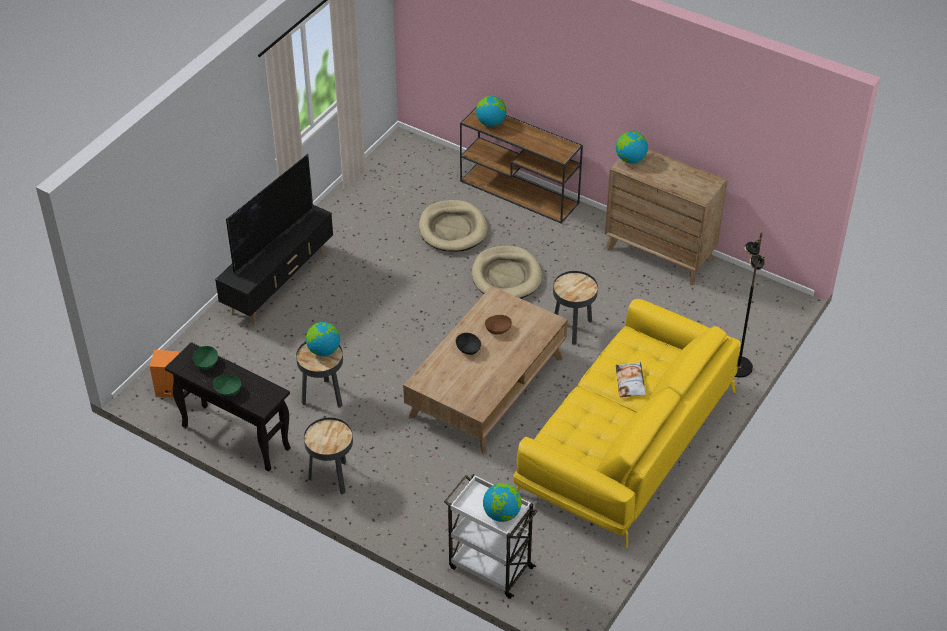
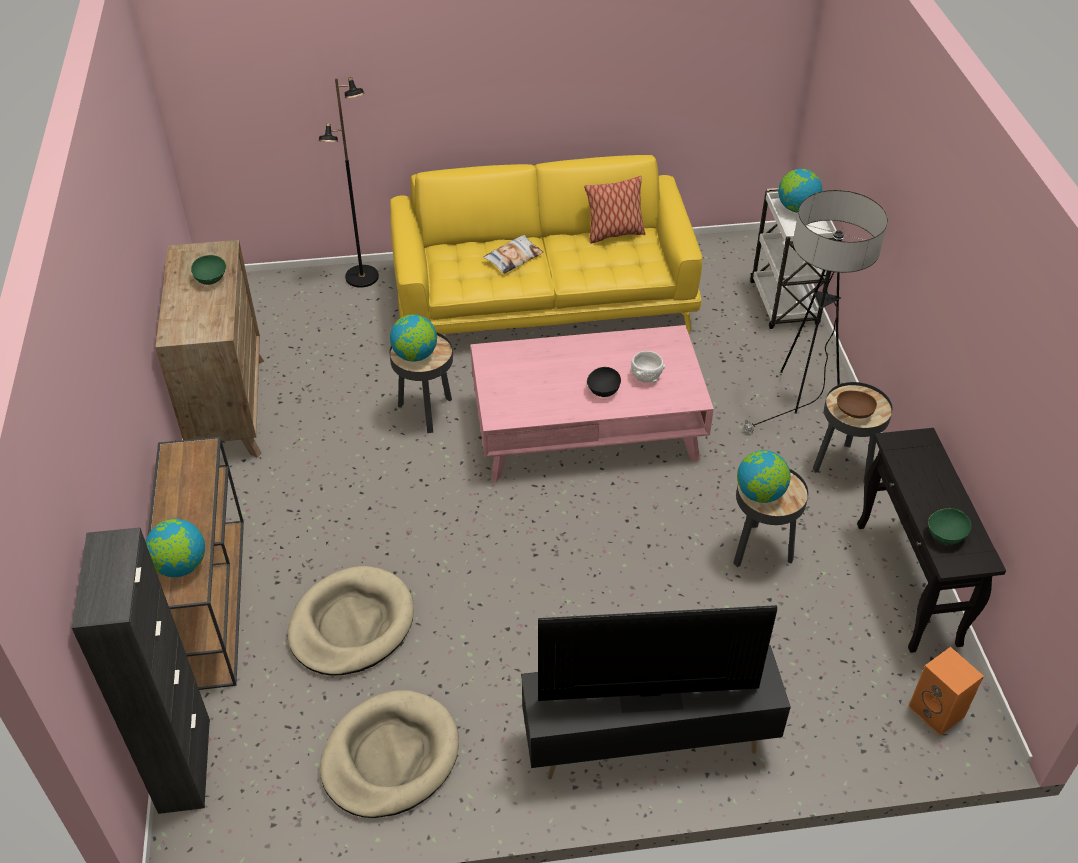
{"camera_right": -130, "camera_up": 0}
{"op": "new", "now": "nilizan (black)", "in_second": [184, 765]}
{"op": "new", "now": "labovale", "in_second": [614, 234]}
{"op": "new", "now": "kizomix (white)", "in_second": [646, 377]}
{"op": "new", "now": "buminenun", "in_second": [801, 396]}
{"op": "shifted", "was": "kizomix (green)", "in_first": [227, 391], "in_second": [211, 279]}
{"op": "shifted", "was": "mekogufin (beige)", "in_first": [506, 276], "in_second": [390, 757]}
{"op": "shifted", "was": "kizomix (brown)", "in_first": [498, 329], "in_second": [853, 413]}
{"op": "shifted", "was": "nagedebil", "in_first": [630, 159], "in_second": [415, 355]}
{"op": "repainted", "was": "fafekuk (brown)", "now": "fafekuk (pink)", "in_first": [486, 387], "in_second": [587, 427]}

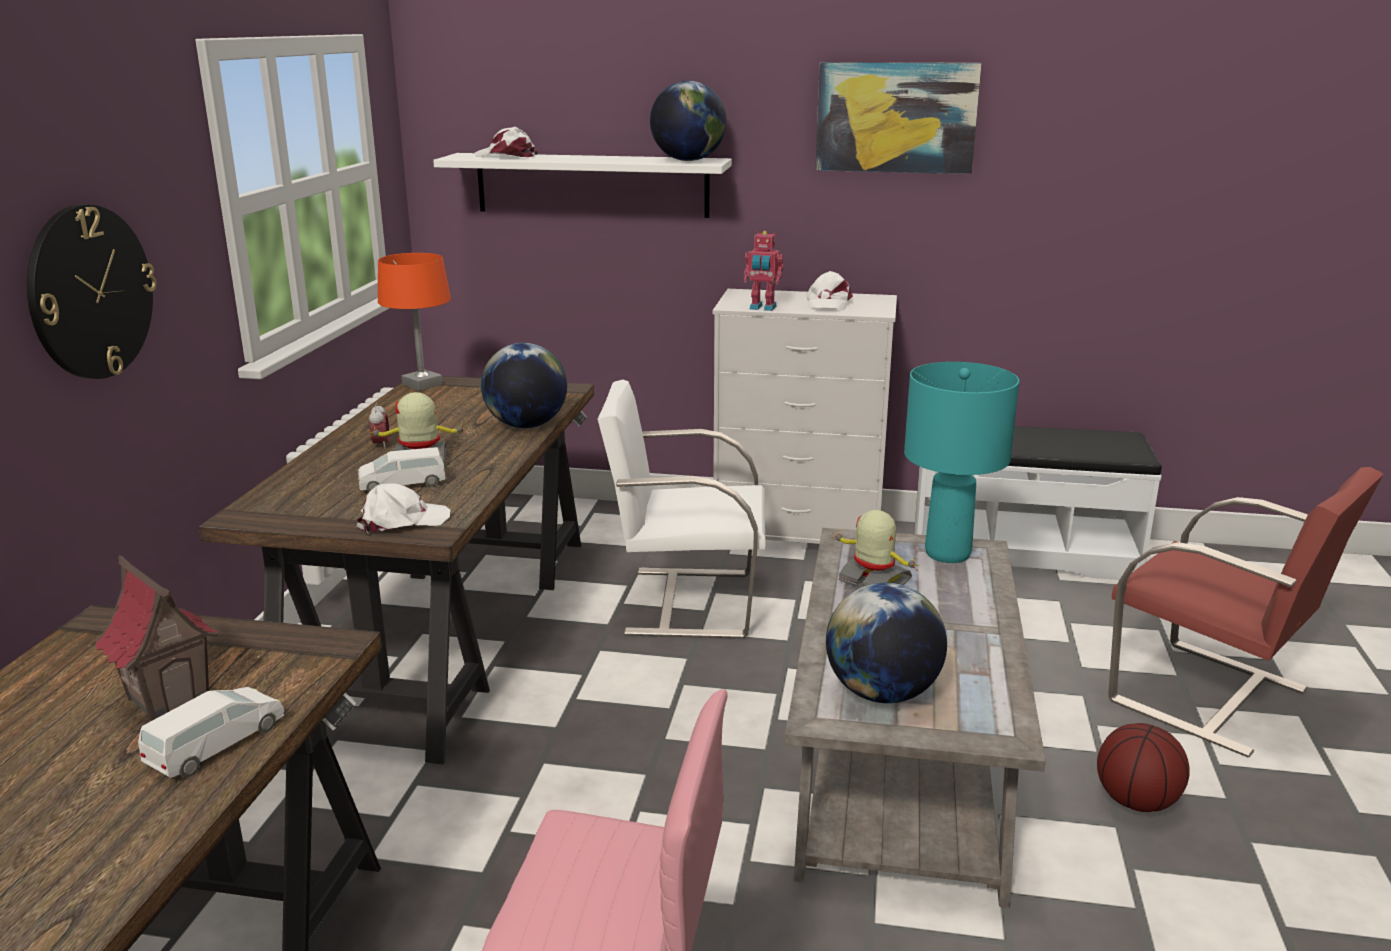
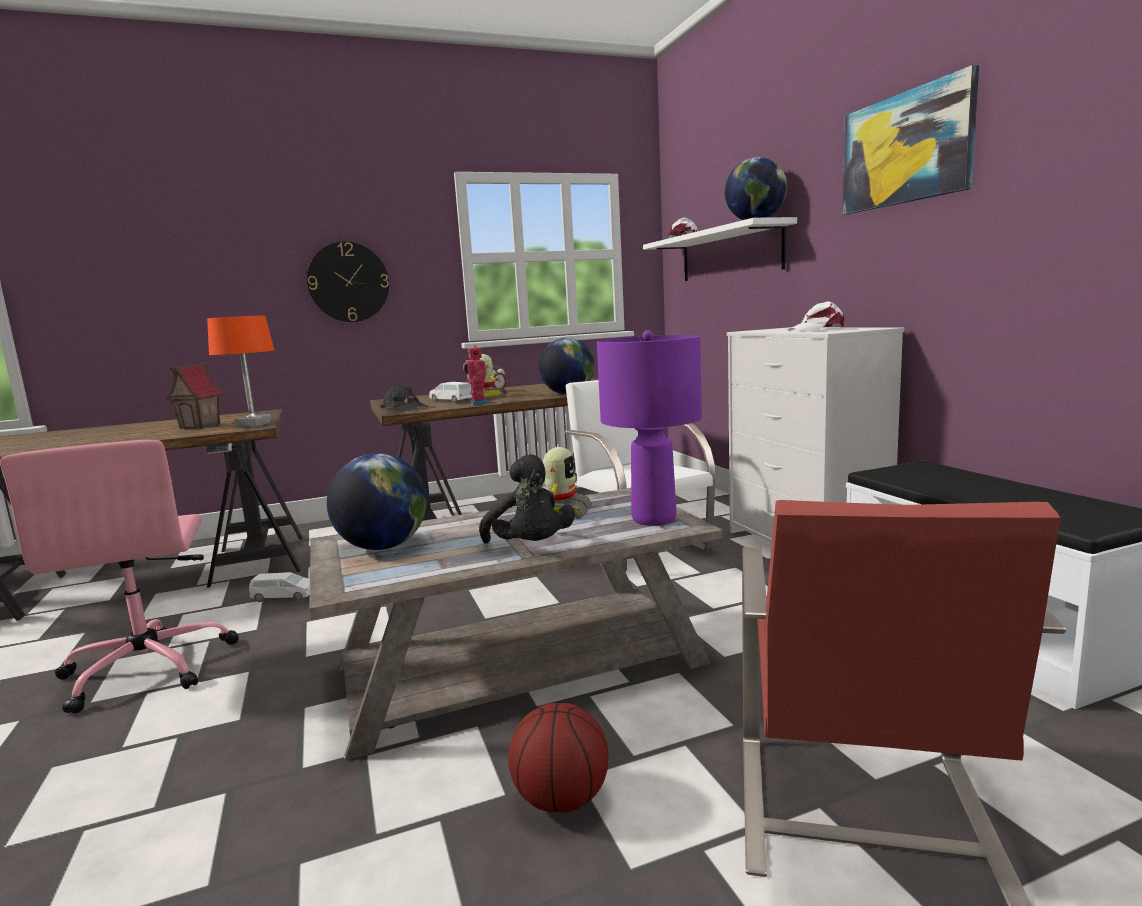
{"camera_right": 60, "camera_up": -10}
{"op": "new", "now": "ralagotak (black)", "in_second": [530, 547]}
{"op": "shifted", "was": "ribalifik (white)", "in_first": [216, 745], "in_second": [283, 596]}
{"op": "shifted", "was": "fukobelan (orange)", "in_first": [422, 384], "in_second": [254, 424]}
{"op": "shifted", "was": "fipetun", "in_first": [762, 308], "in_second": [477, 403]}
{"op": "repainted", "was": "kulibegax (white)", "now": "kulibegax (black)", "in_first": [402, 521], "in_second": [404, 408]}
{"op": "repainted", "was": "fukobelan (turquoise)", "now": "fukobelan (purple)", "in_first": [948, 554], "in_second": [654, 519]}

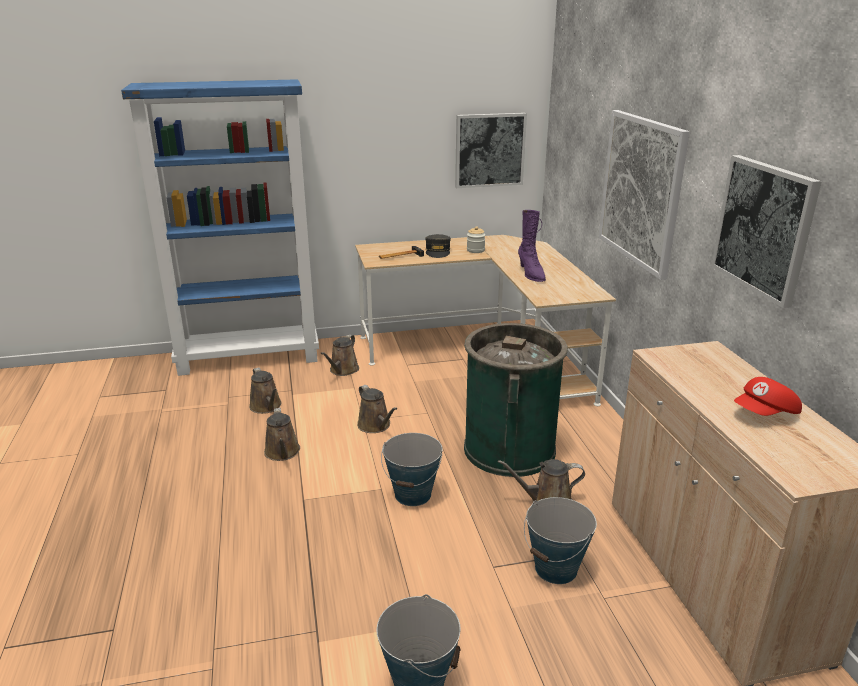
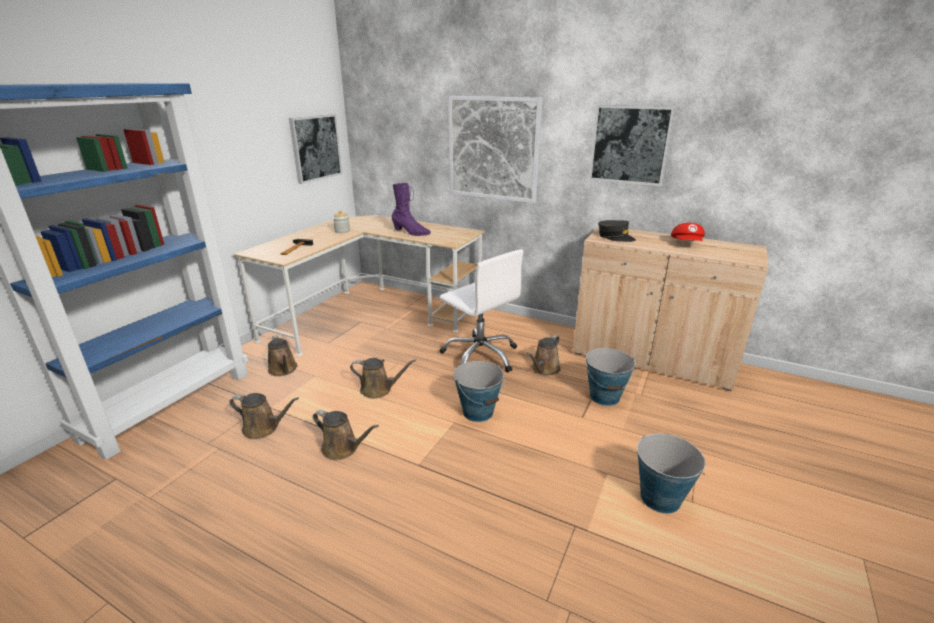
{"camera_right": -50, "camera_up": 0}
{"op": "shifted", "was": "kulibegax (grey)", "in_first": [438, 252], "in_second": [615, 237]}
{"op": "swapped", "was": "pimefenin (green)", "now": "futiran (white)", "in_first": [509, 449], "in_second": [480, 356]}

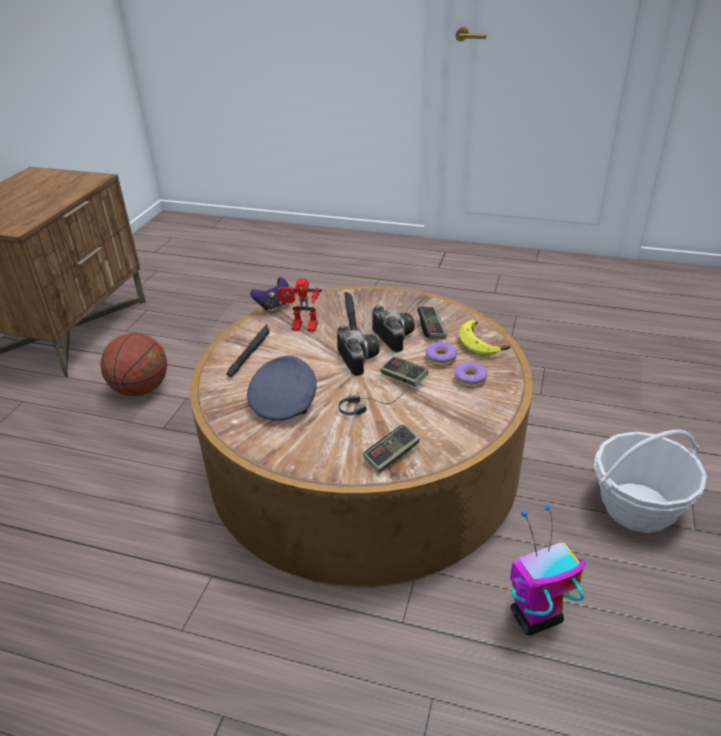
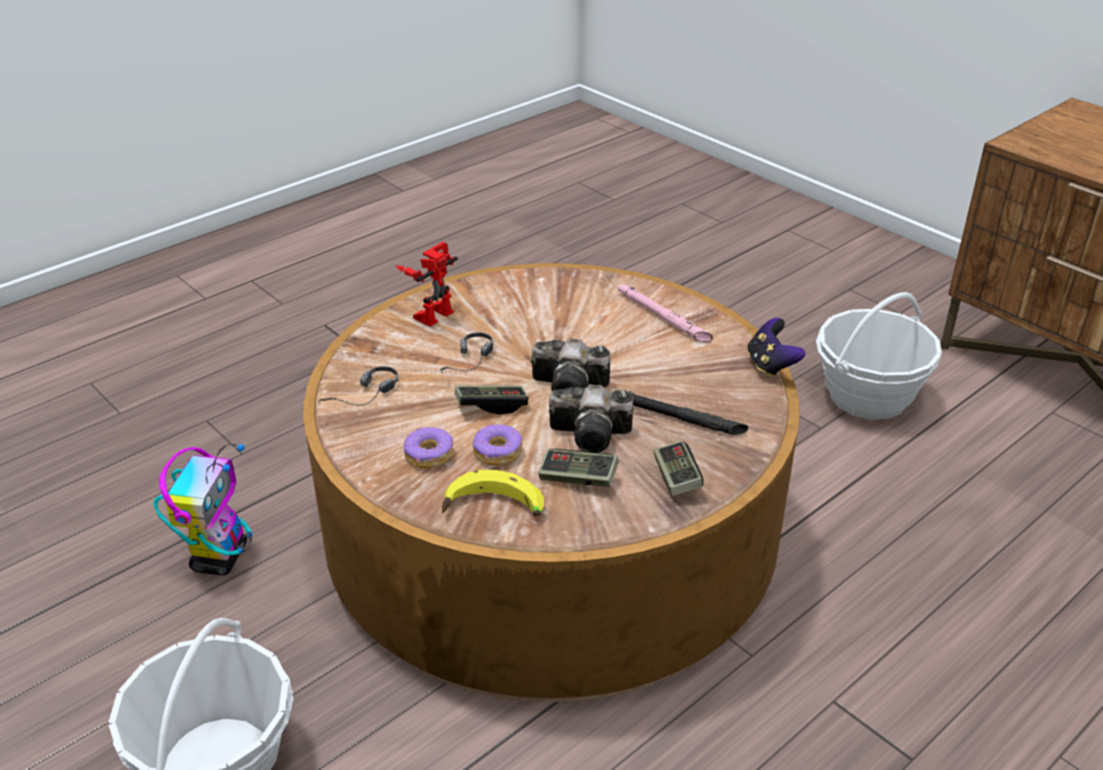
{"camera_right": 120, "camera_up": 0}
{"op": "gone", "was": "kulibegax (grey)", "in_first": [284, 401]}
{"op": "new", "now": "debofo", "in_second": [363, 400]}
{"op": "shifted", "was": "fipetun", "in_first": [302, 328], "in_second": [431, 312]}
{"op": "shifted", "was": "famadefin", "in_first": [391, 455], "in_second": [676, 478]}
{"op": "swapped", "was": "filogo", "now": "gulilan", "in_first": [141, 389], "in_second": [868, 396]}
{"op": "repainted", "was": "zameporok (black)", "now": "zameporok (pink)", "in_first": [250, 353], "in_second": [663, 317]}

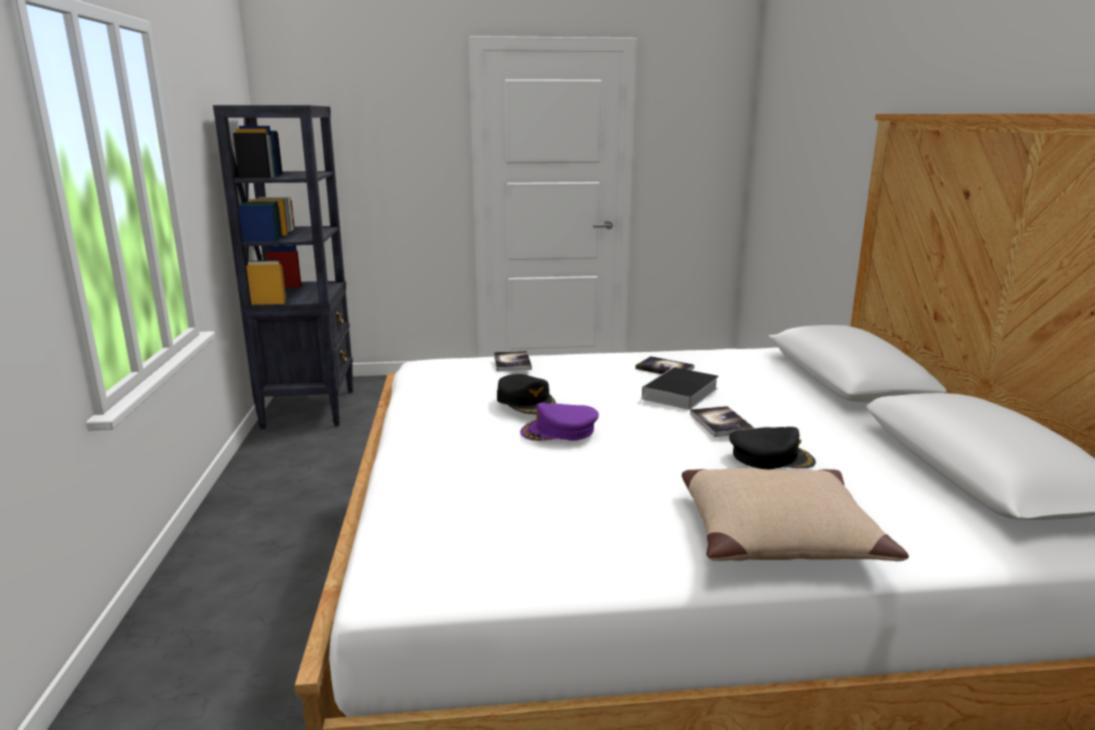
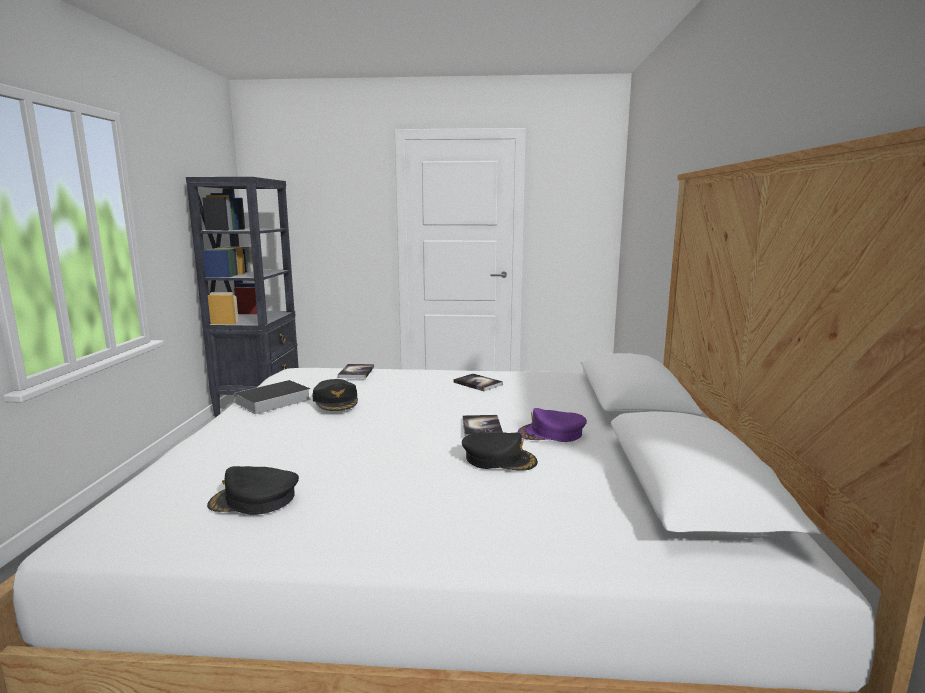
{"camera_right": 10, "camera_up": -5}
{"op": "gone", "was": "labovale (beige)", "in_first": [778, 534]}
{"op": "new", "now": "kulibegax (black)", "in_second": [254, 500]}
{"op": "shifted", "was": "kulibegax (purple)", "in_first": [559, 431], "in_second": [551, 433]}
{"op": "shifted", "was": "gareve", "in_first": [680, 394], "in_second": [271, 402]}

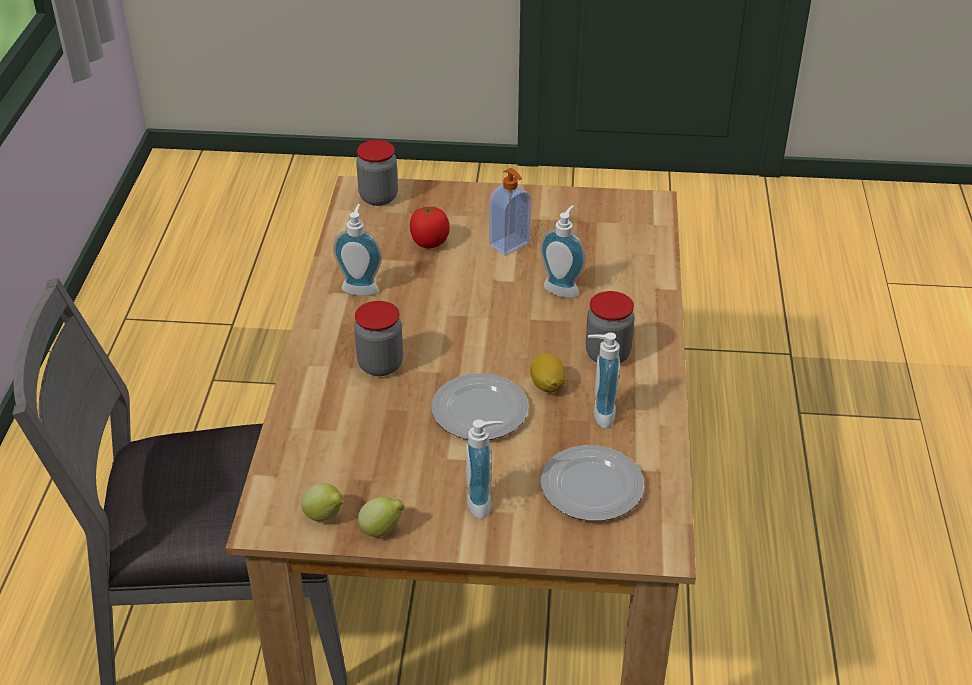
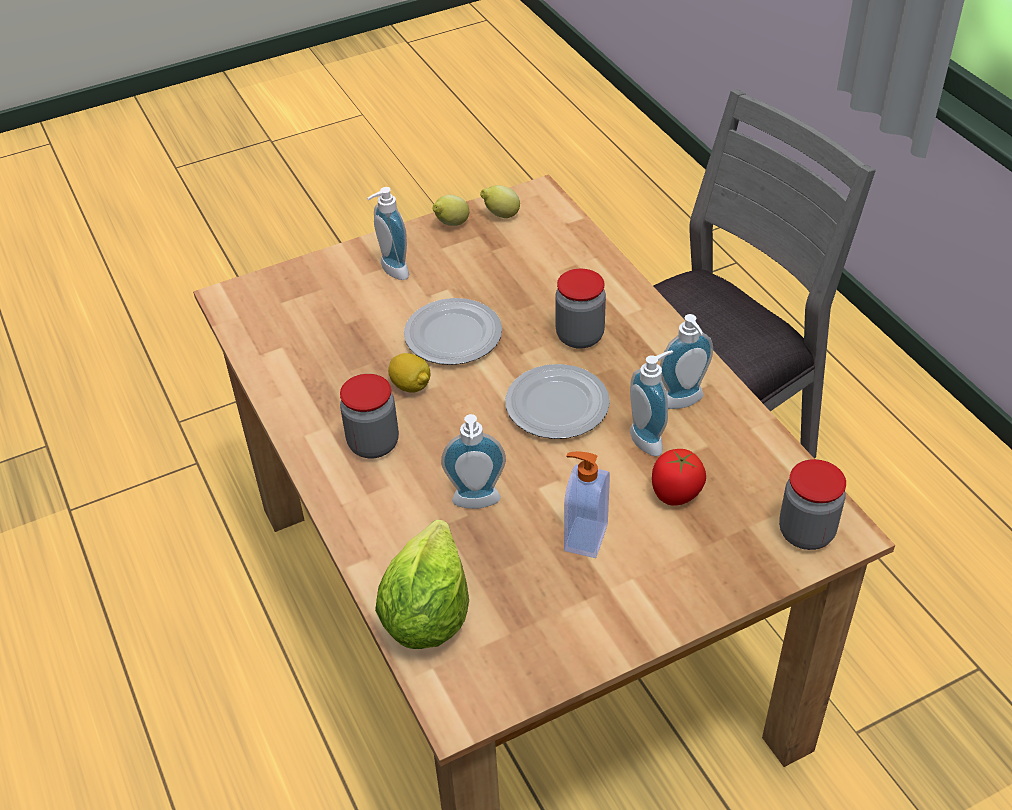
{"camera_right": 150, "camera_up": 5}
{"op": "new", "now": "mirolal", "in_second": [427, 613]}
{"op": "shifted", "was": "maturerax", "in_first": [590, 487], "in_second": [558, 405]}
{"op": "shifted", "was": "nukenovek", "in_first": [599, 414], "in_second": [650, 439]}

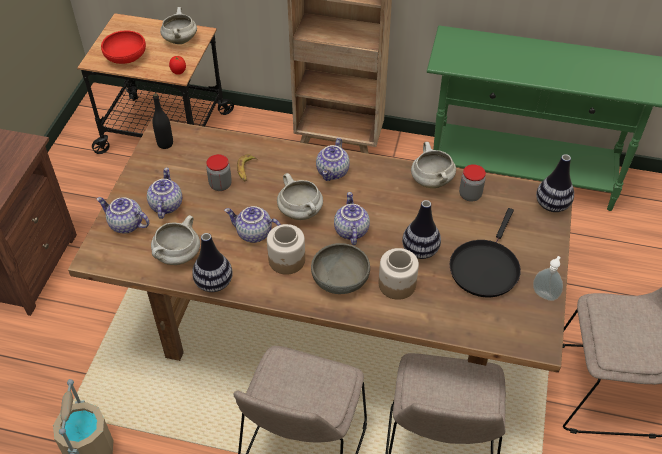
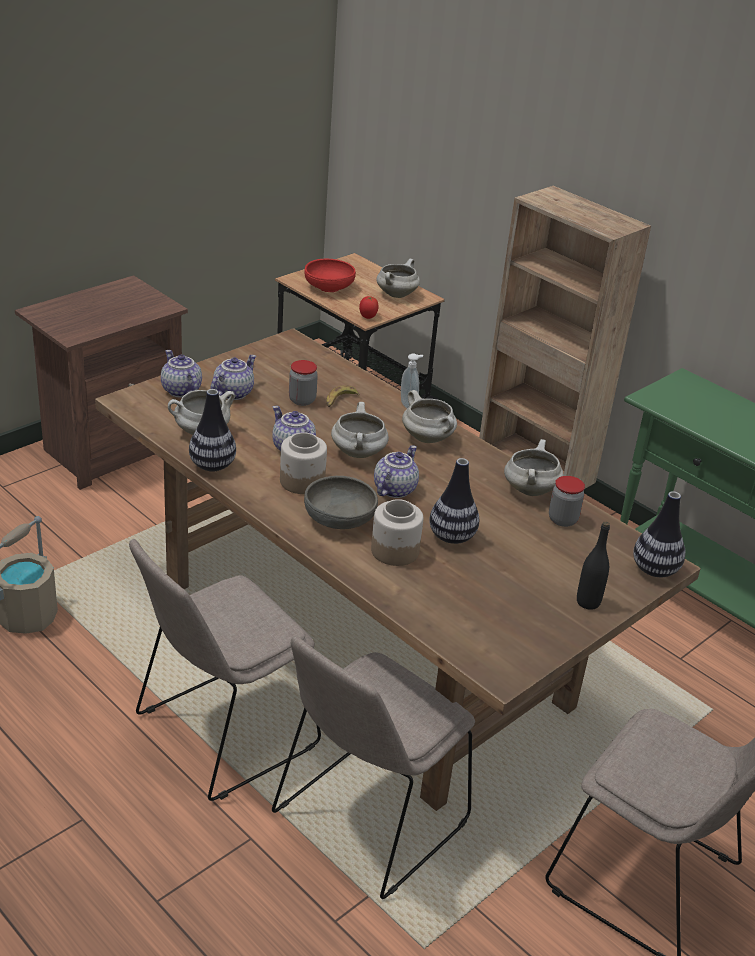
{"camera_right": 30, "camera_up": -15}
{"op": "gone", "was": "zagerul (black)", "in_first": [485, 267]}
{"op": "shifted", "was": "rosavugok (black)", "in_first": [165, 144], "in_second": [588, 602]}
{"op": "shifted", "was": "nukenovek", "in_first": [545, 294], "in_second": [409, 405]}
{"op": "swapped", "was": "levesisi", "now": "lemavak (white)", "in_first": [333, 172], "in_second": [428, 438]}

